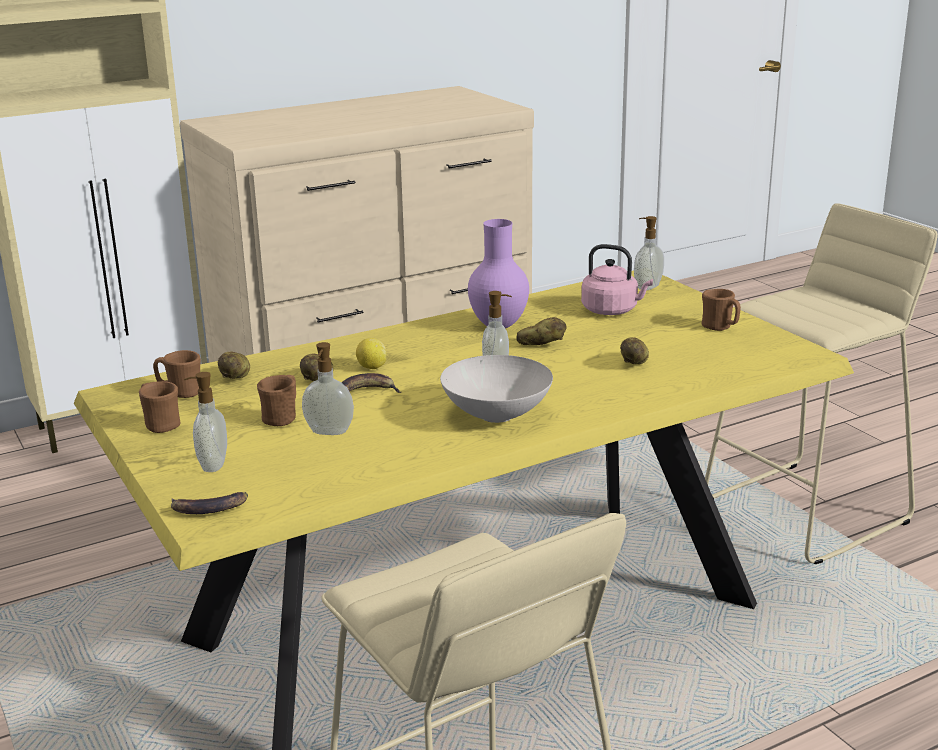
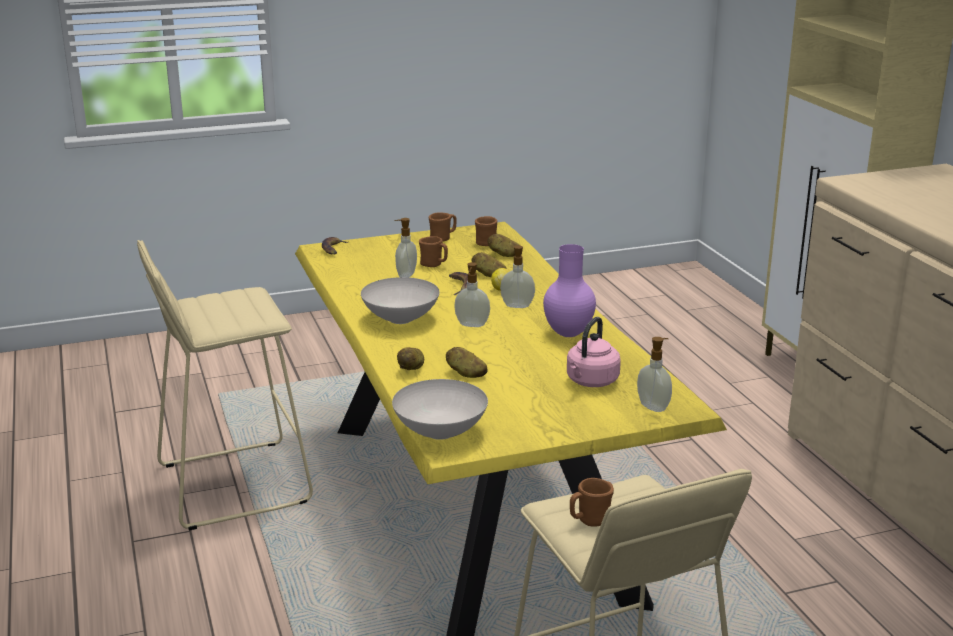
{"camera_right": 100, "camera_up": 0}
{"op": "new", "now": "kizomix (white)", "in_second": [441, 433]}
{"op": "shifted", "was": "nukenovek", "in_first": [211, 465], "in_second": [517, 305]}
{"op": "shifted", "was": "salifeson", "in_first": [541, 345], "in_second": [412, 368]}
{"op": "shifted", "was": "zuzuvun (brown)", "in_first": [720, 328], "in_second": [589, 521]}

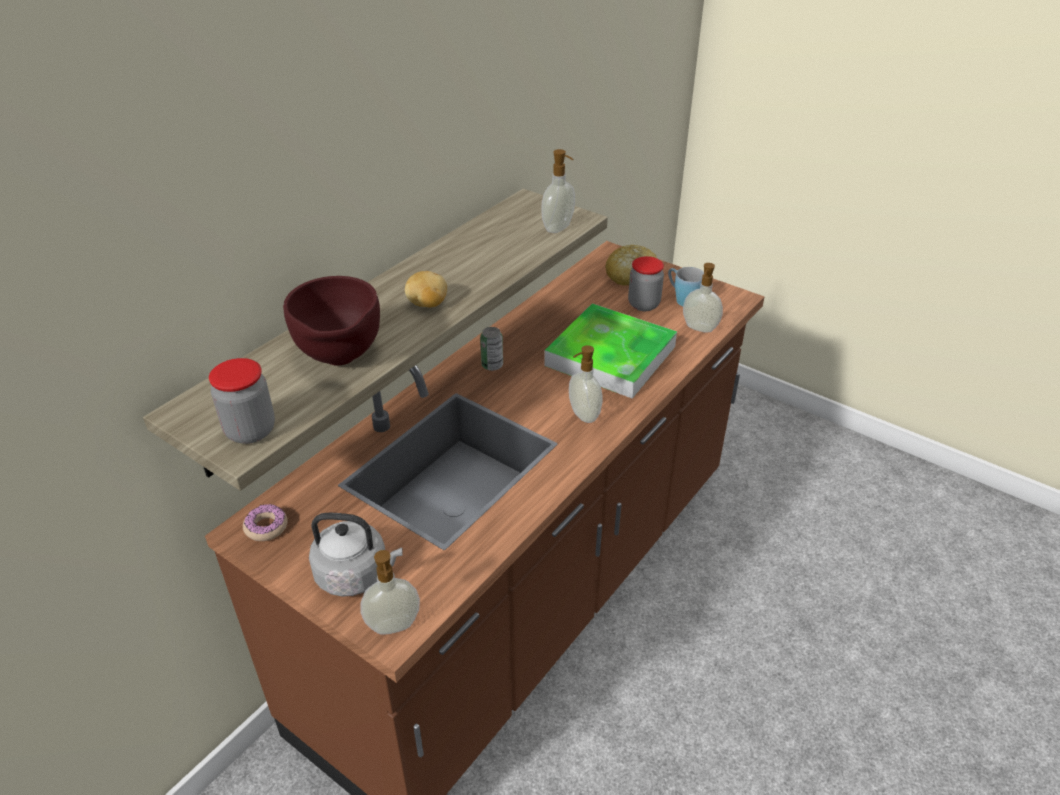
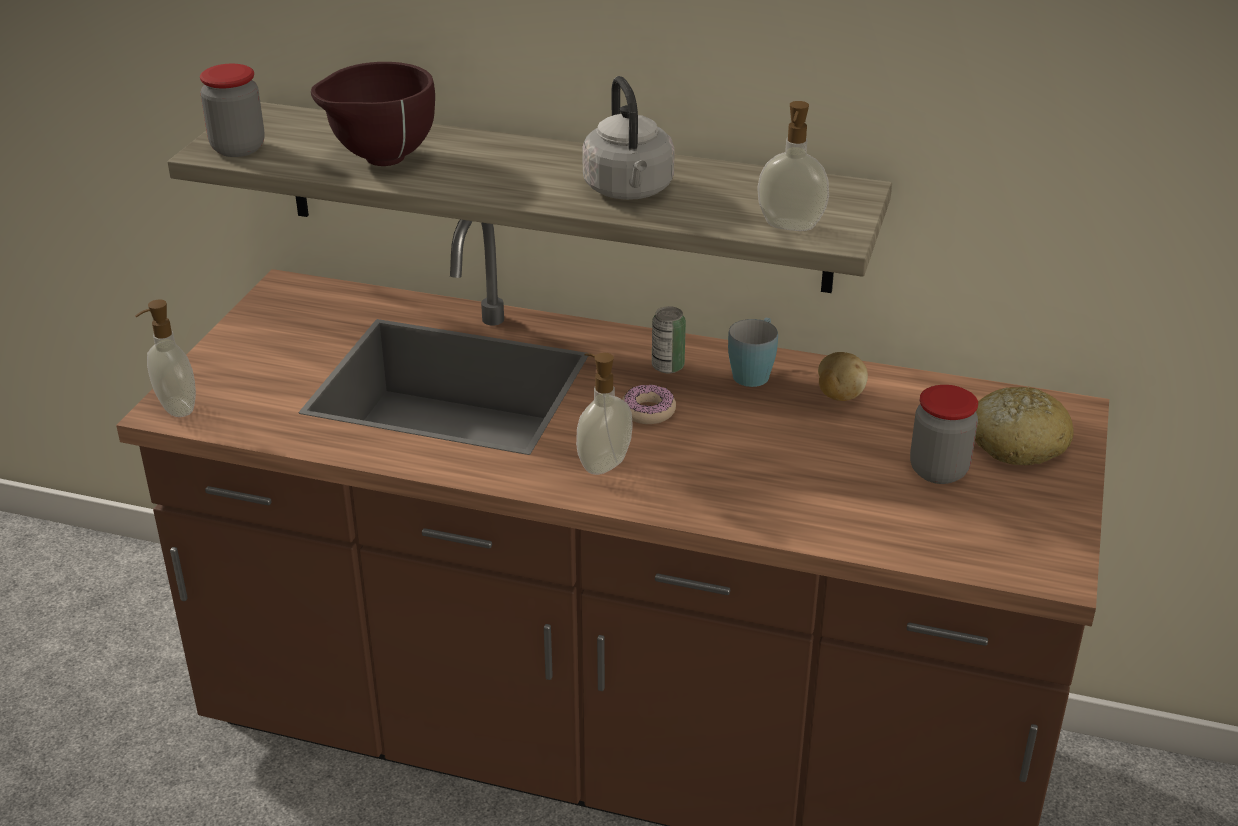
{"camera_right": 70, "camera_up": -5}
{"op": "gone", "was": "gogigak", "in_first": [610, 356]}
{"op": "gone", "was": "nukenovek", "in_first": [699, 328]}
{"op": "shifted", "was": "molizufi", "in_first": [266, 527], "in_second": [648, 411]}
{"op": "shifted", "was": "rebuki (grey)", "in_first": [356, 575], "in_second": [629, 191]}
{"op": "shifted", "was": "salifeson", "in_first": [427, 304], "in_second": [839, 395]}
{"op": "shifted", "was": "zuzuvun (blue)", "in_first": [682, 299], "in_second": [754, 372]}

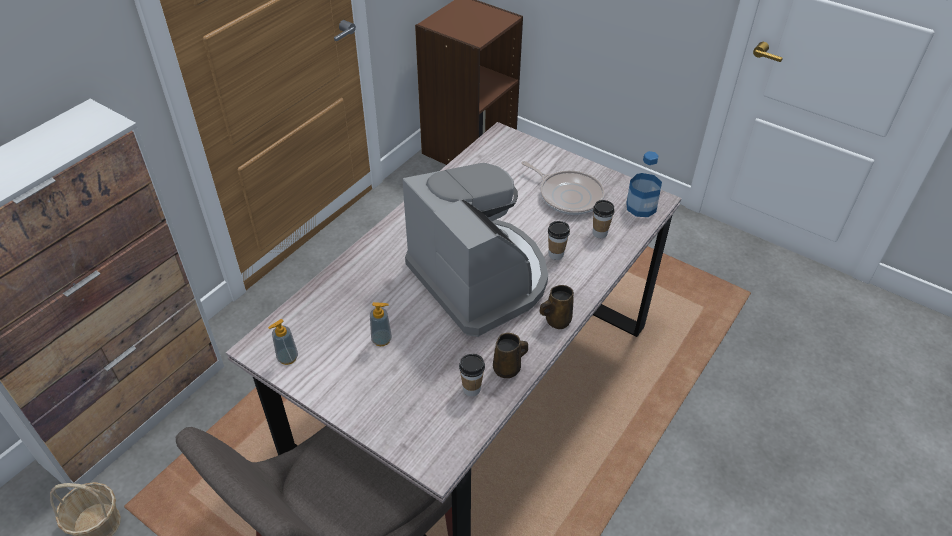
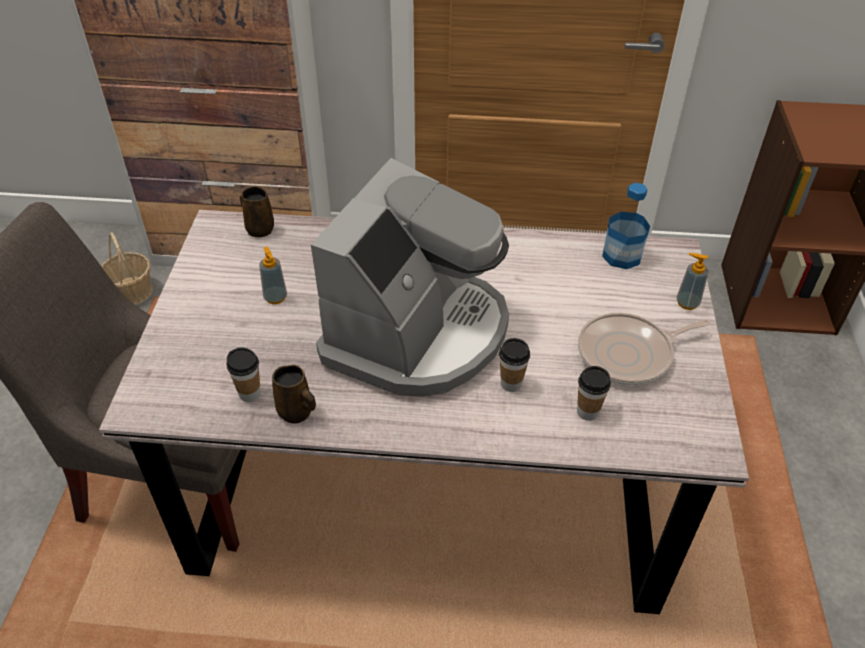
{"camera_right": 60, "camera_up": 0}
{"op": "shifted", "was": "nukenovek", "in_first": [287, 358], "in_second": [687, 303]}
{"op": "shifted", "was": "zuzuvun (brown)", "in_first": [556, 320], "in_second": [259, 228]}
{"op": "shifted", "was": "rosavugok", "in_first": [641, 207], "in_second": [622, 255]}
{"op": "rotated", "was": "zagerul", "in_first": [568, 195], "in_second": [629, 354], "clockwise": 60}

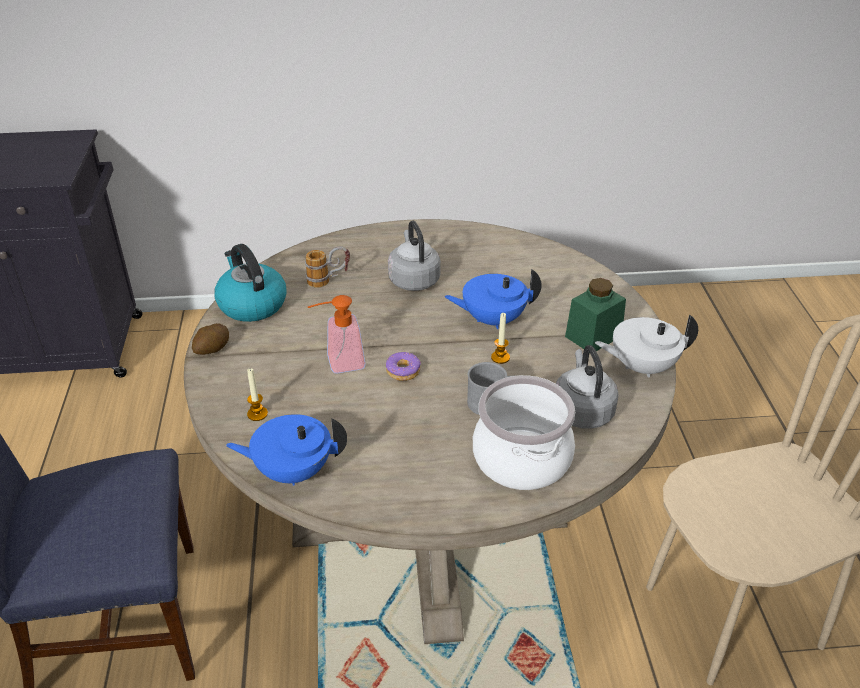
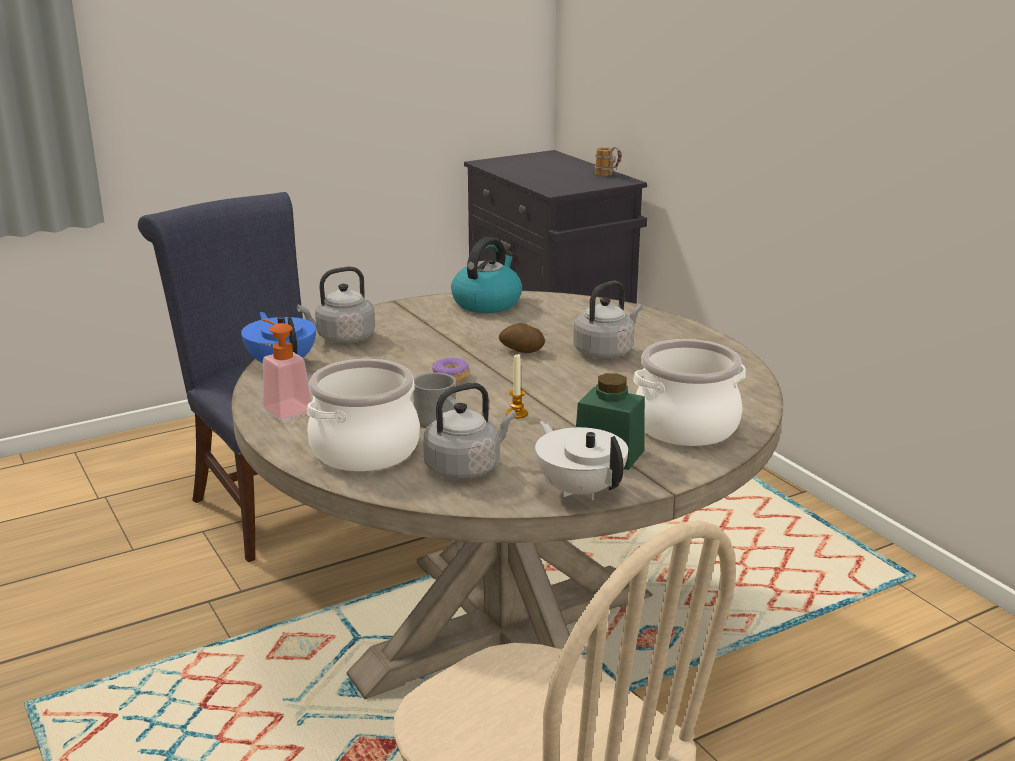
{"camera_right": 65, "camera_up": -15}
{"op": "gone", "was": "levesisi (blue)", "in_first": [492, 319]}
{"op": "new", "now": "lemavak", "in_second": [686, 426]}
{"op": "shifted", "was": "salifeson", "in_first": [212, 350], "in_second": [521, 351]}
{"op": "shifted", "was": "zuzuvun", "in_first": [329, 280], "in_second": [608, 175]}
{"op": "shifted", "was": "nukenovek", "in_first": [338, 363], "in_second": [283, 407]}
{"op": "swapped", "was": "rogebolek", "now": "rebuki (grey)", "in_first": [257, 414], "in_second": [342, 338]}

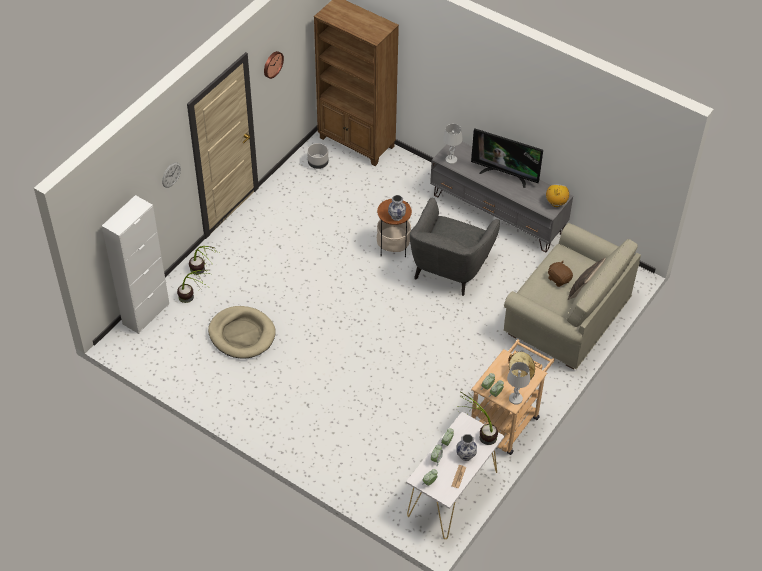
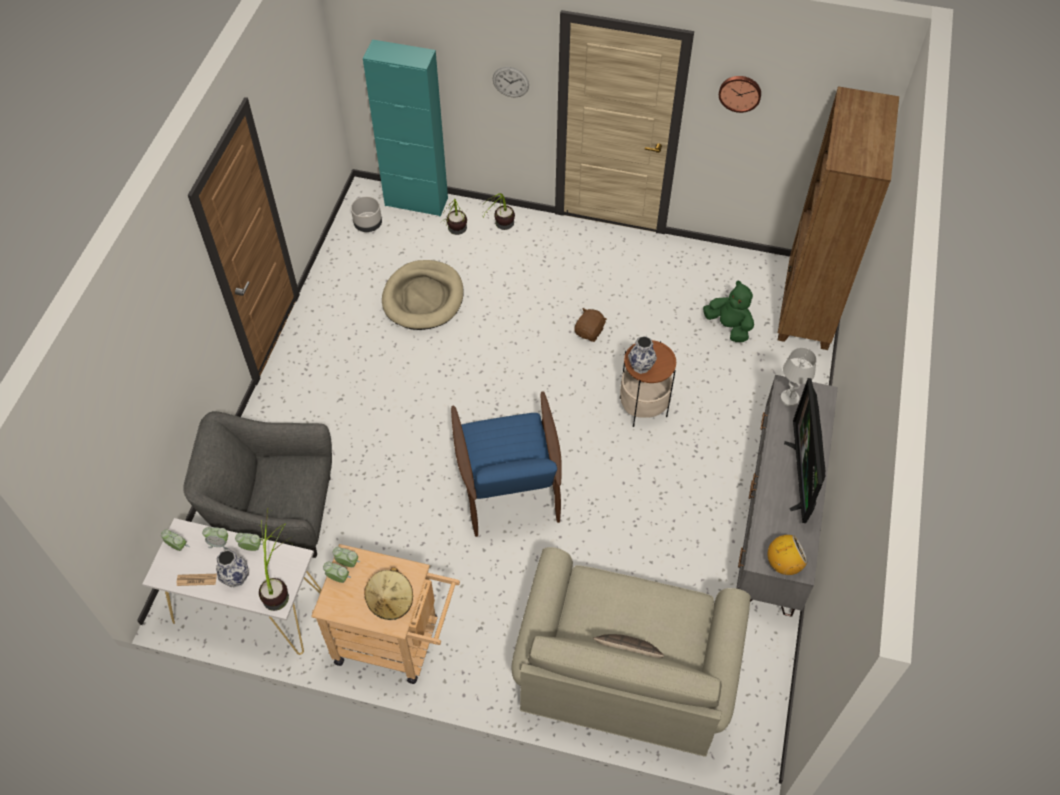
{"camera_right": 70, "camera_up": 5}
{"op": "gone", "was": "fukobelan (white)", "in_first": [515, 398]}
{"op": "new", "now": "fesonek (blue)", "in_second": [508, 486]}
{"op": "new", "now": "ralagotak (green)", "in_second": [729, 326]}
{"op": "shifted", "was": "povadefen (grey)", "in_first": [318, 163], "in_second": [368, 224]}
{"op": "shifted", "was": "fesonek (grey)", "in_first": [449, 267], "in_second": [276, 513]}
{"op": "shifted", "was": "ralagotak (brown)", "in_first": [559, 279], "in_second": [589, 332]}
{"op": "repainted", "was": "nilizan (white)", "now": "nilizan (turquoise)", "in_first": [146, 314], "in_second": [416, 202]}

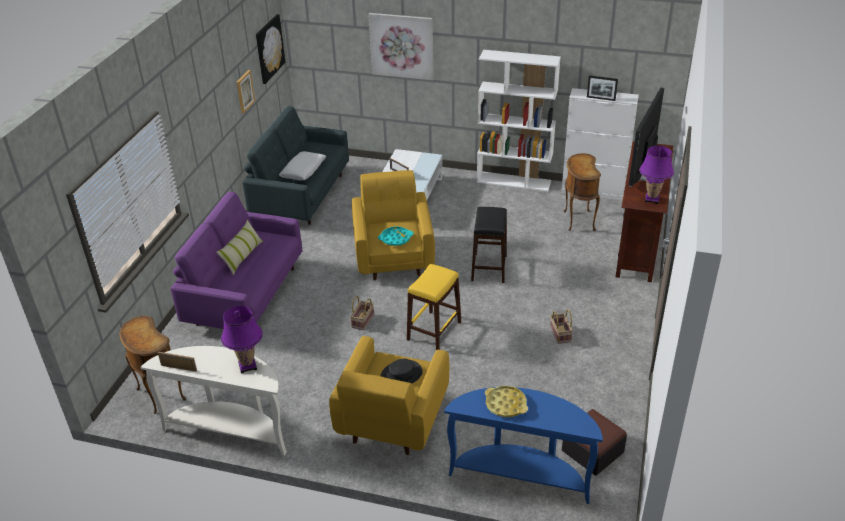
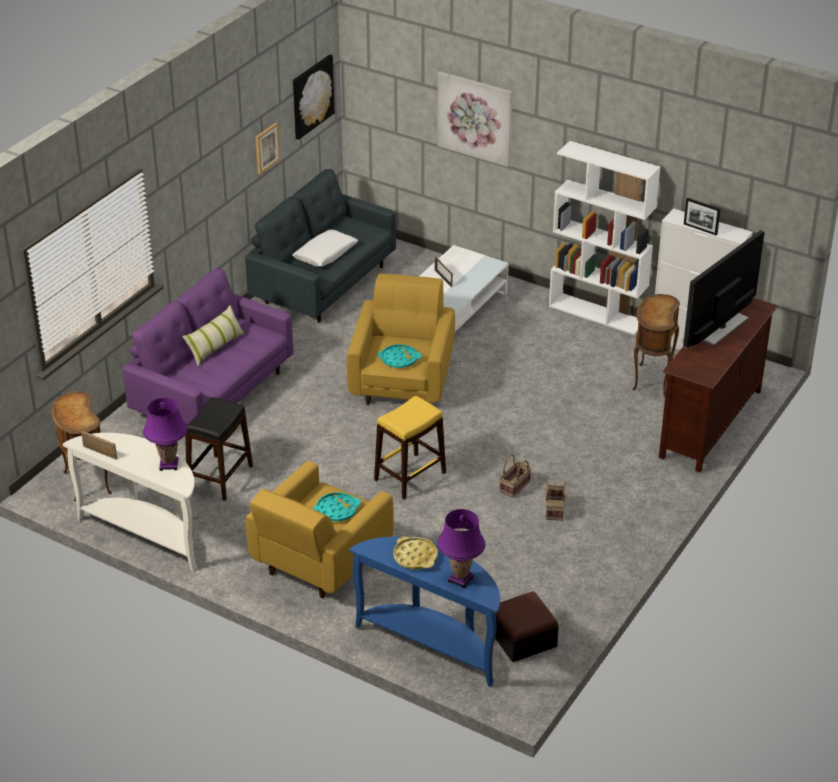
{"camera_right": 15, "camera_up": 0}
{"op": "shifted", "was": "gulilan", "in_first": [363, 321], "in_second": [514, 487]}
{"op": "shifted", "was": "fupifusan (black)", "in_first": [488, 268], "in_second": [219, 477]}
{"op": "shifted", "was": "fukobelan (purple)", "in_first": [651, 199], "in_second": [460, 579]}
{"op": "swapped", "was": "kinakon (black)", "now": "gogigak (turquoise)", "in_first": [401, 374], "in_second": [336, 510]}

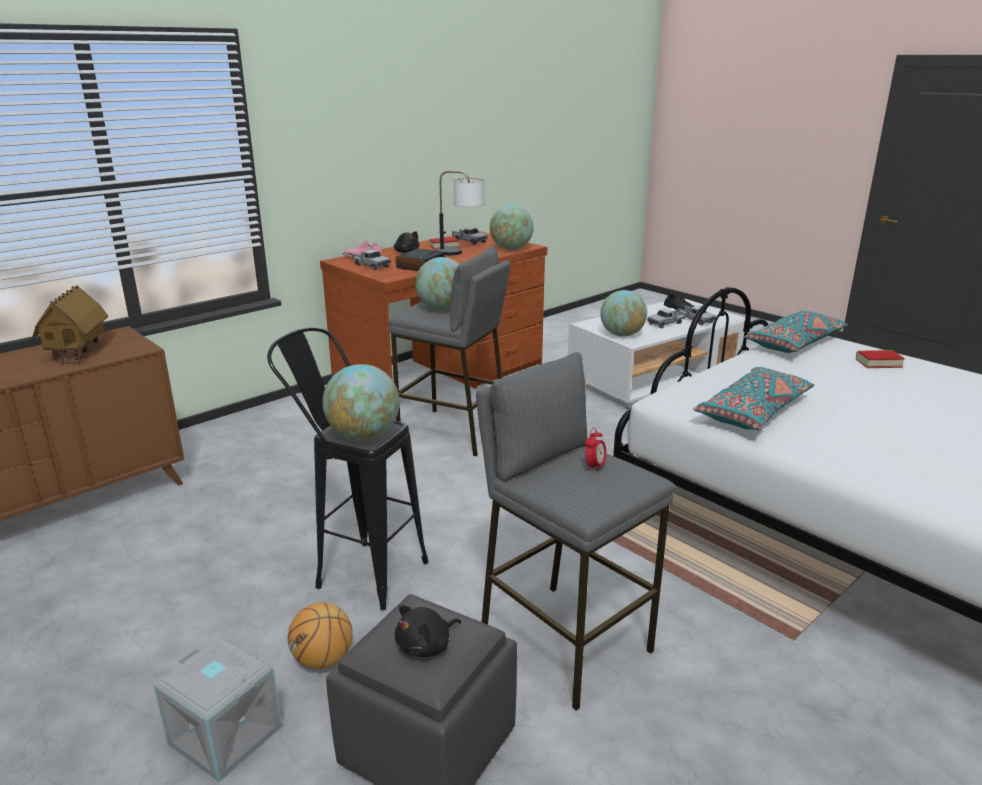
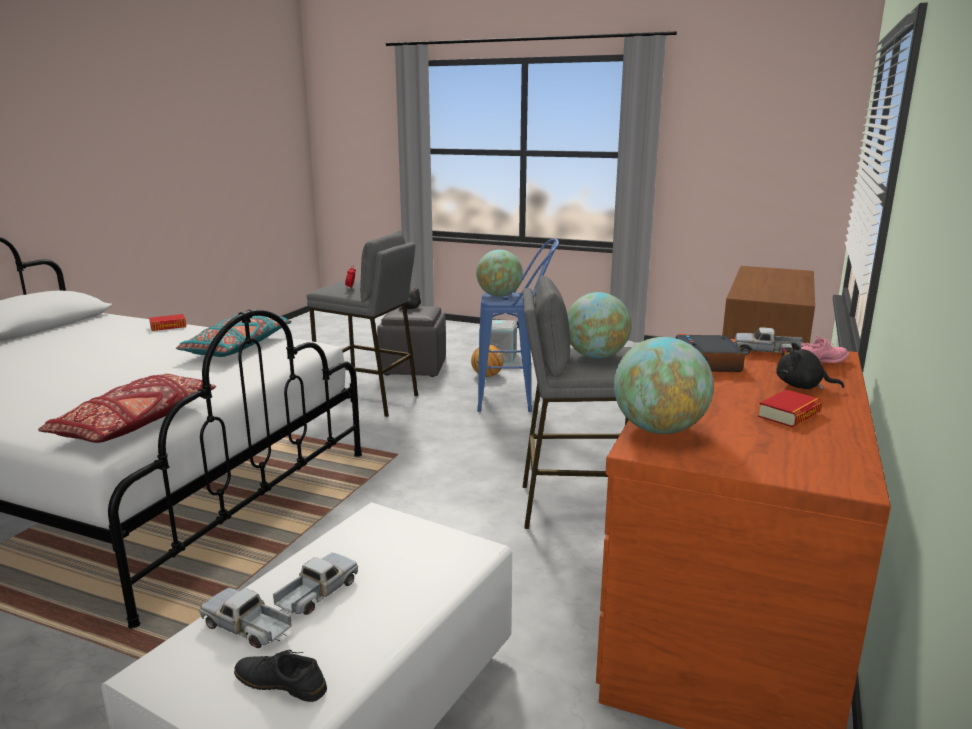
{"camera_right": 155, "camera_up": -5}
{"op": "gone", "was": "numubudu", "in_first": [77, 352]}
{"op": "gone", "was": "fukobelan", "in_first": [461, 253]}
{"op": "gone", "was": "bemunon", "in_first": [469, 241]}
{"op": "gone", "was": "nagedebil", "in_first": [622, 335]}
{"op": "shifted", "was": "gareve", "in_first": [878, 363], "in_second": [168, 326]}
{"op": "repainted", "was": "fupifusan (black)", "now": "fupifusan (blue)", "in_first": [358, 570], "in_second": [515, 402]}
{"op": "repainted", "was": "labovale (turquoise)", "now": "labovale (red)", "in_first": [795, 344], "in_second": [135, 423]}

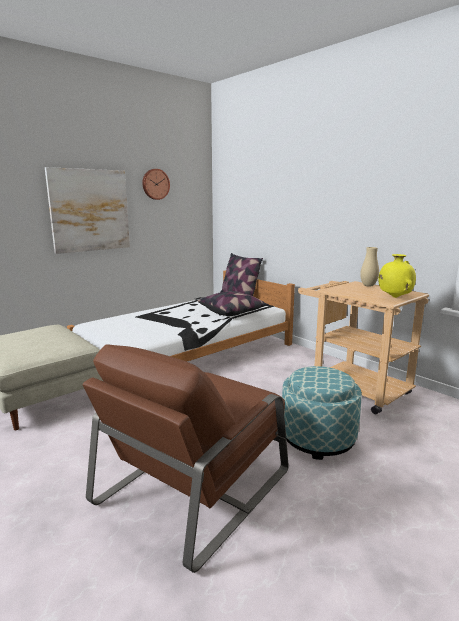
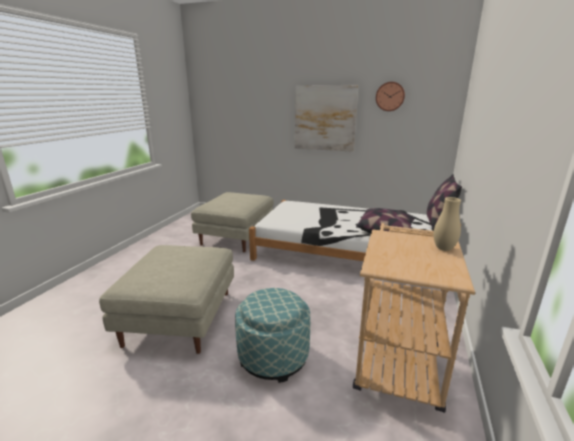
{"camera_right": 60, "camera_up": 5}
{"op": "gone", "was": "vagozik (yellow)", "in_first": [394, 297]}
{"op": "swapped", "was": "fesonek (brown)", "now": "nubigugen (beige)", "in_first": [195, 484], "in_second": [180, 316]}

